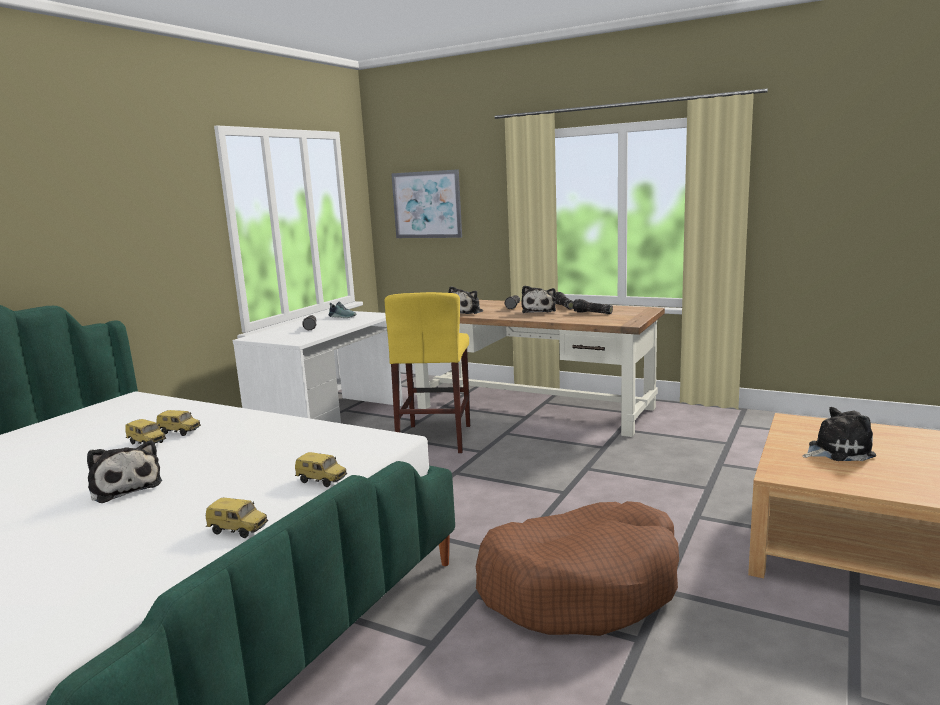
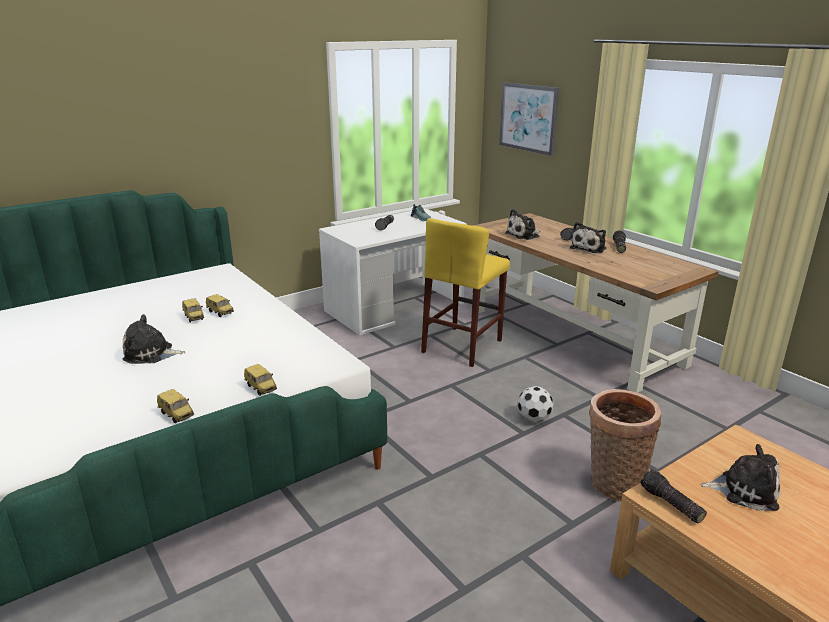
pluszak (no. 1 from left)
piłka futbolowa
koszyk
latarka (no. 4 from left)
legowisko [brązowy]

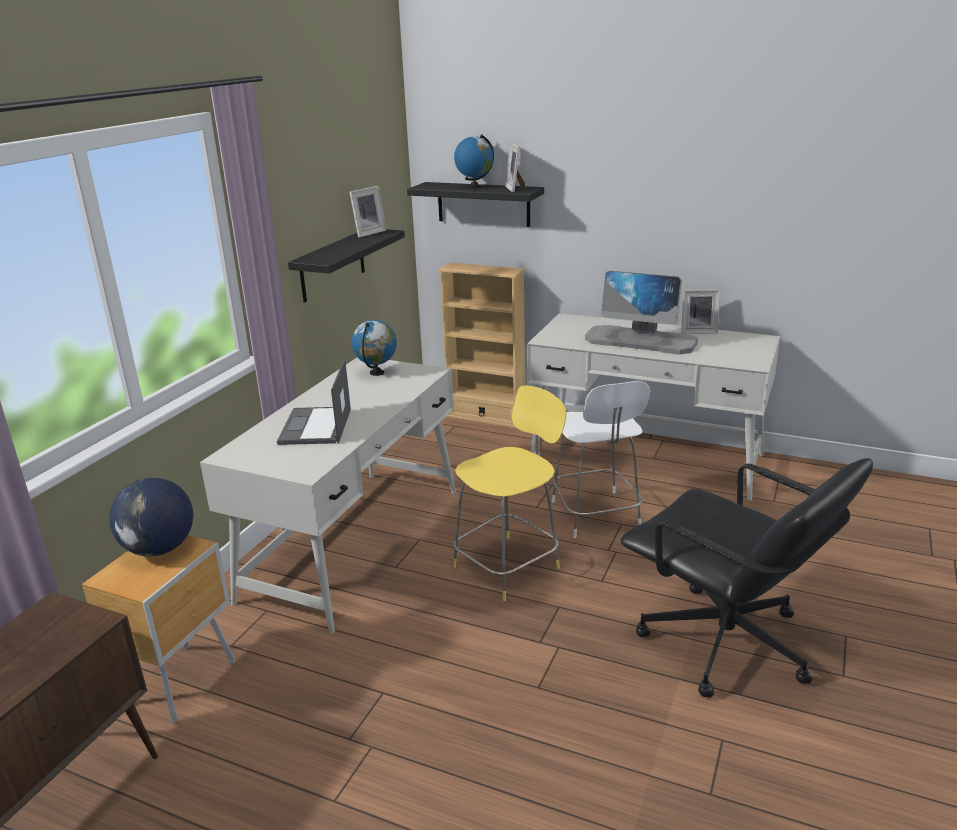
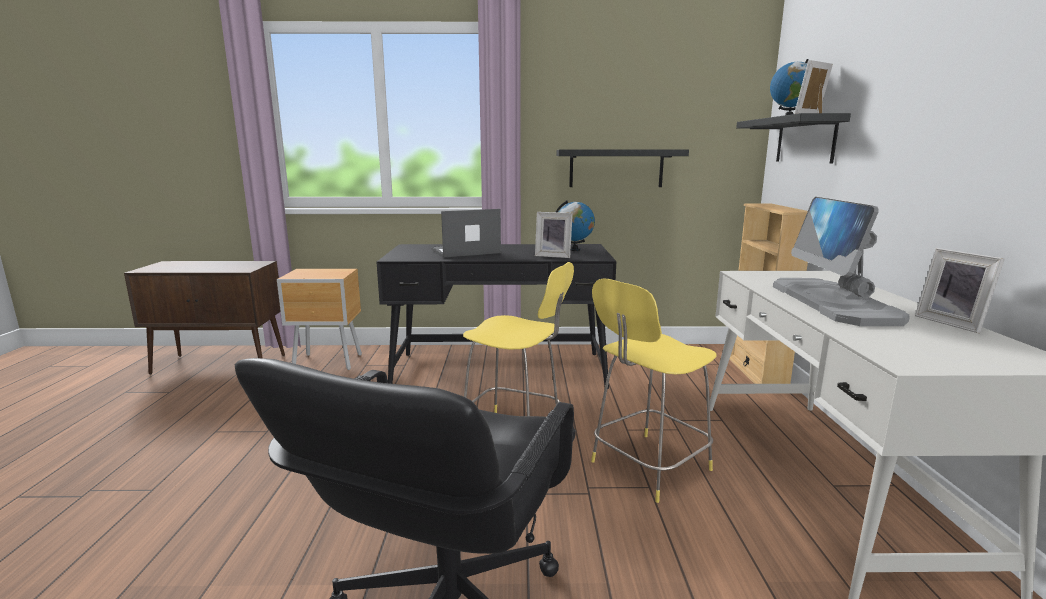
biurko [czarny]
ramka na zdjęcie (no. 1 from left)
stołek [żółty] (no. 2 from left)
globus (no. 1 from left in the first image)

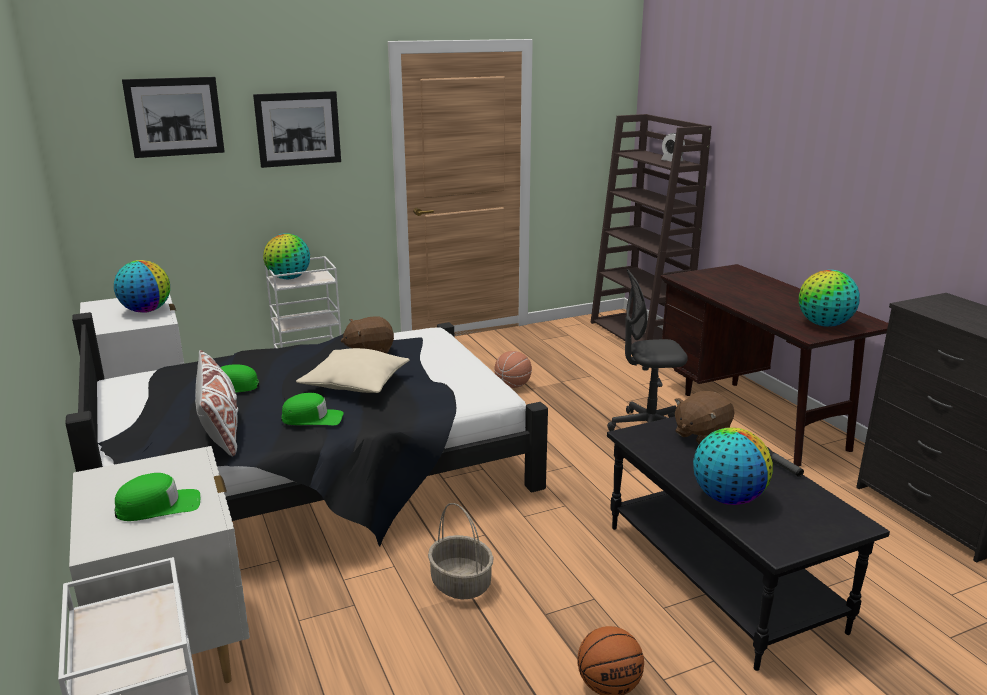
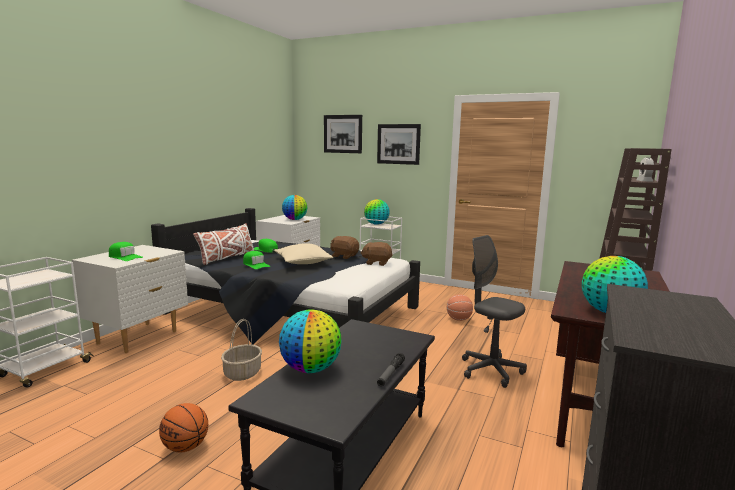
pluszak [brązowy] (no. 2 from left)

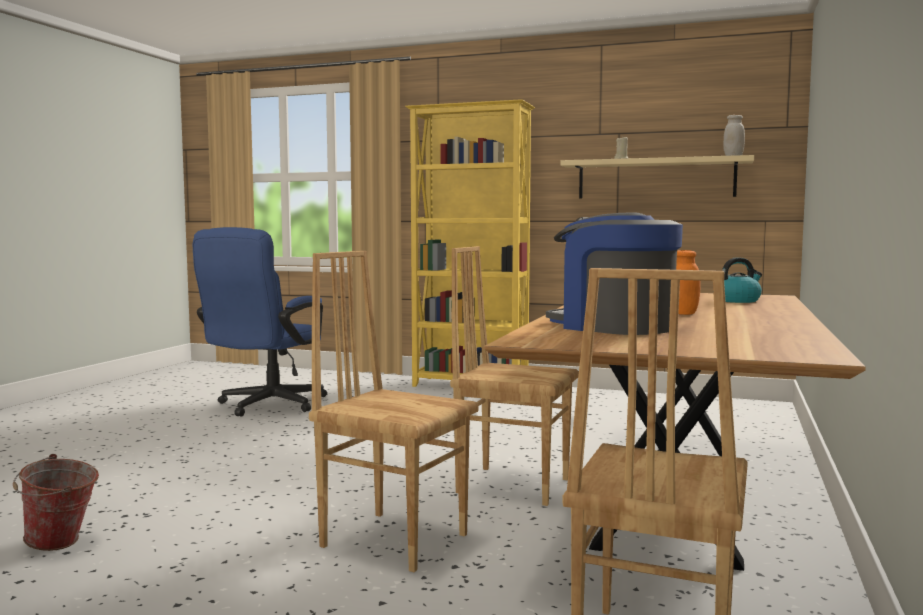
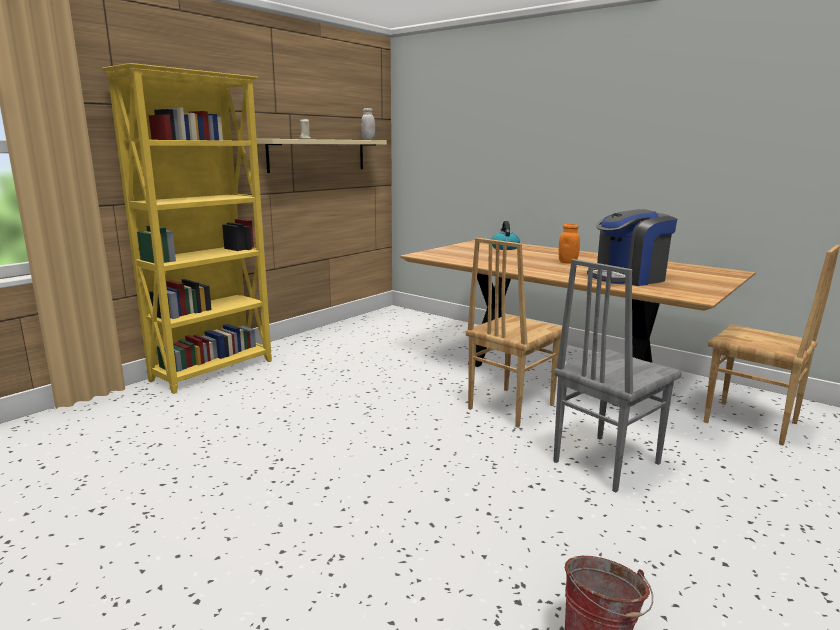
krzesło [szary]
krzesło biurowe [niebieski]

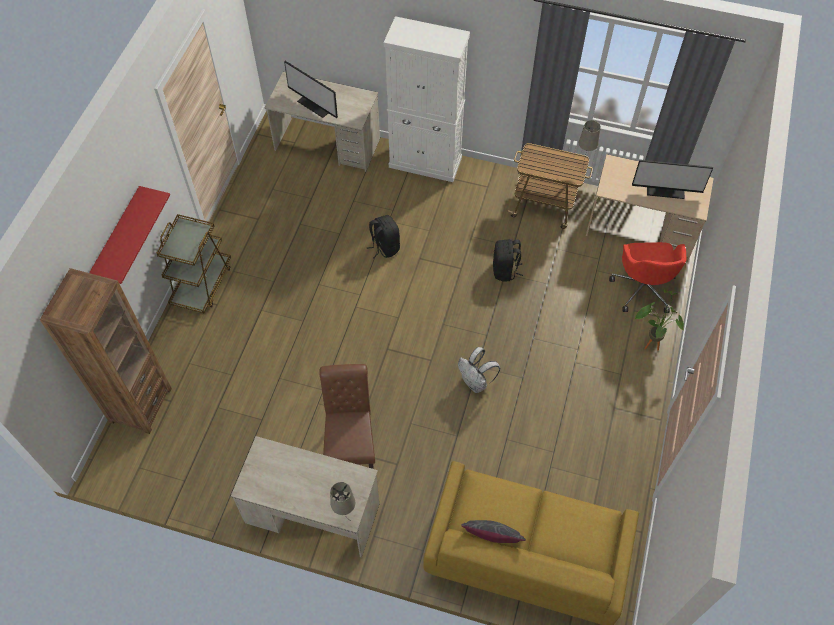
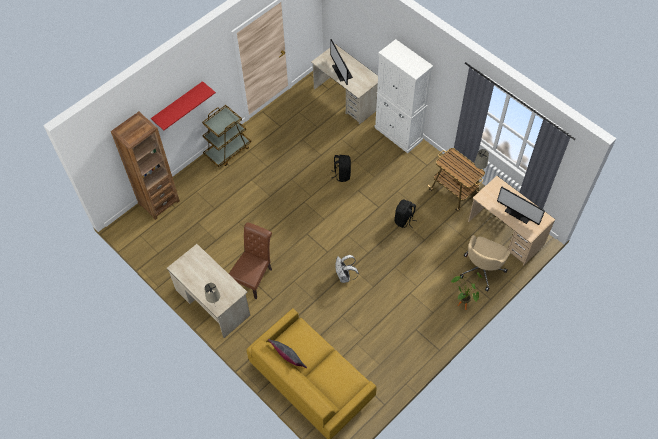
krzesło biurowe [beżowy]

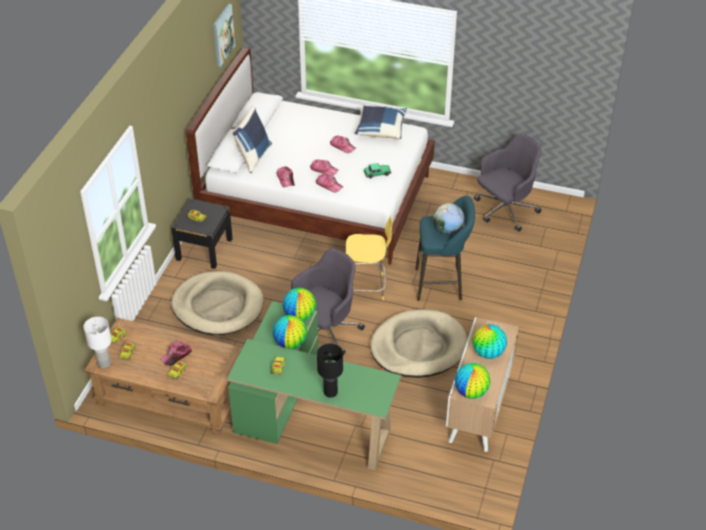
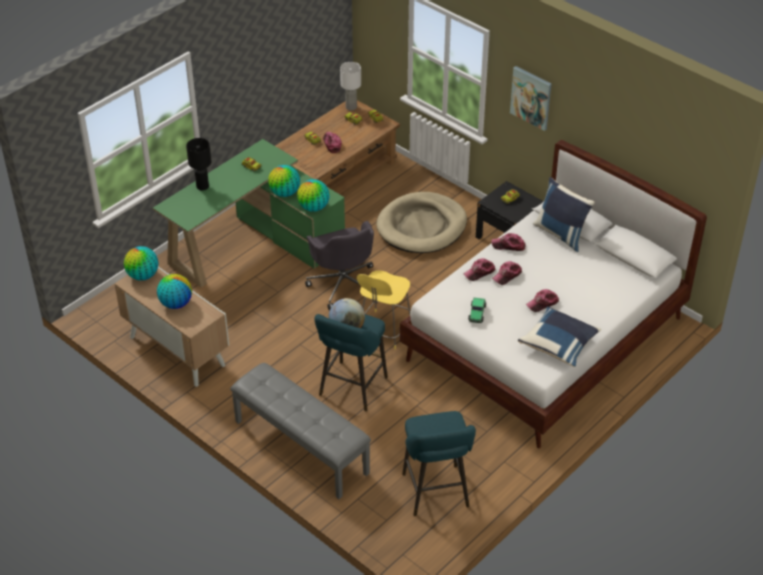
ławka [szary]
stołek [turkusowy] (no. 2 from left)
obraz
legowisko [beżowy] (no. 2 from left in the first image)

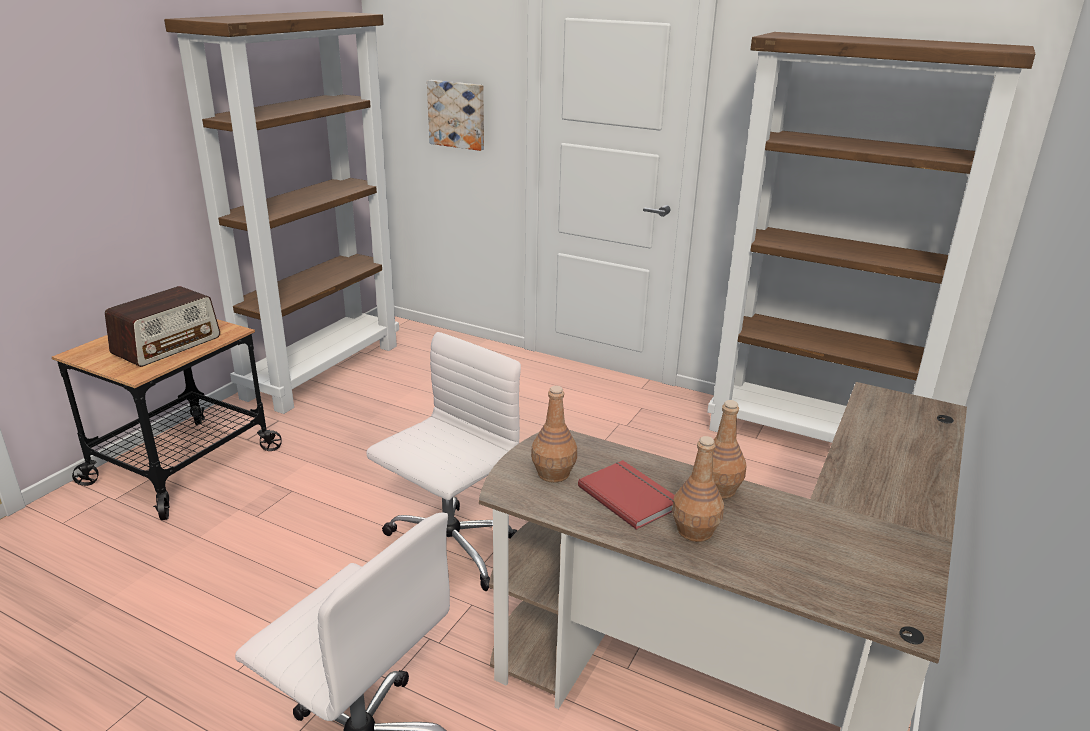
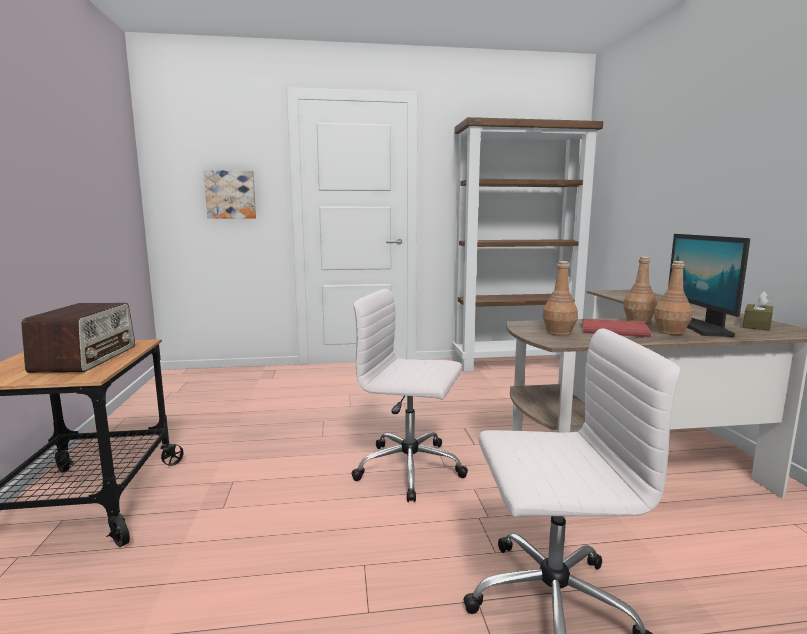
krzesło biurowe [biały] (no. 1 from left)
monitor
pudełko chusteczek [brązowy]
regał [brązowy] (no. 1 from left in the first image)

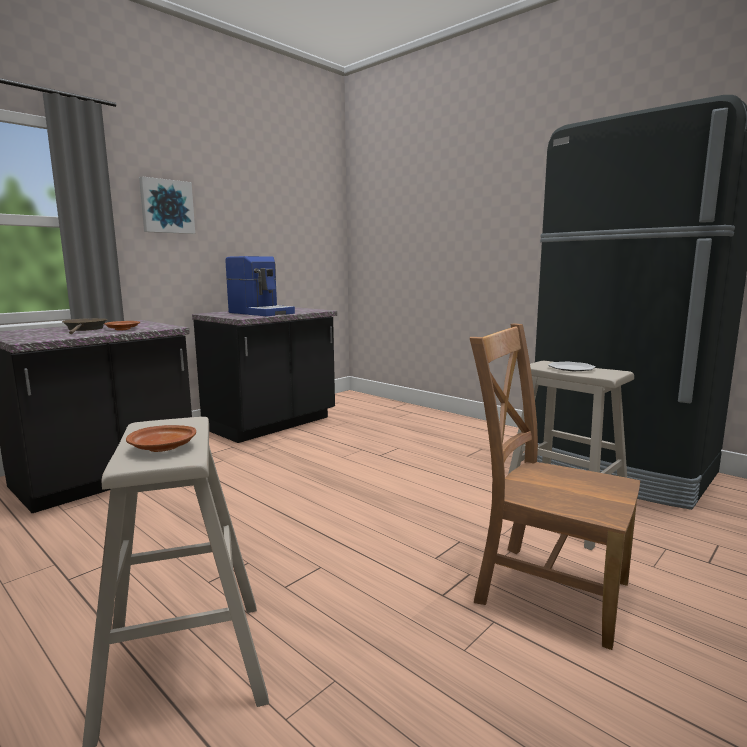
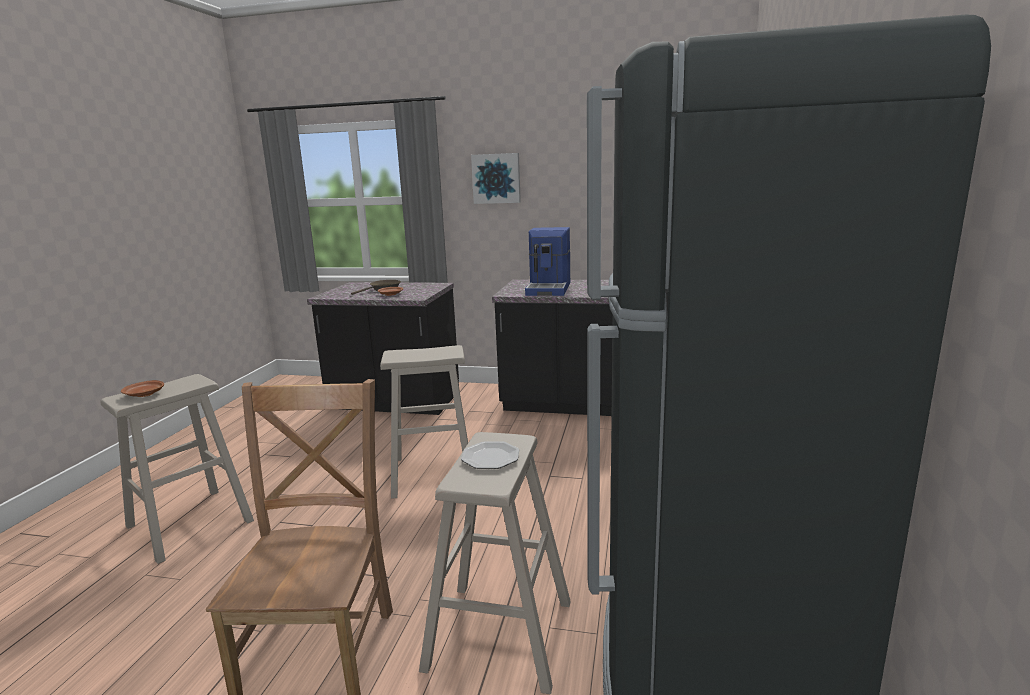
stołek [beżowy] (no. 2 from left)

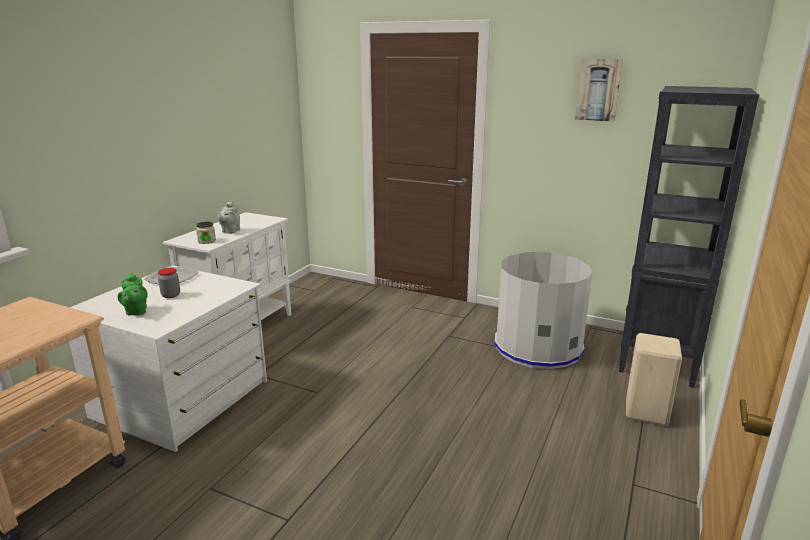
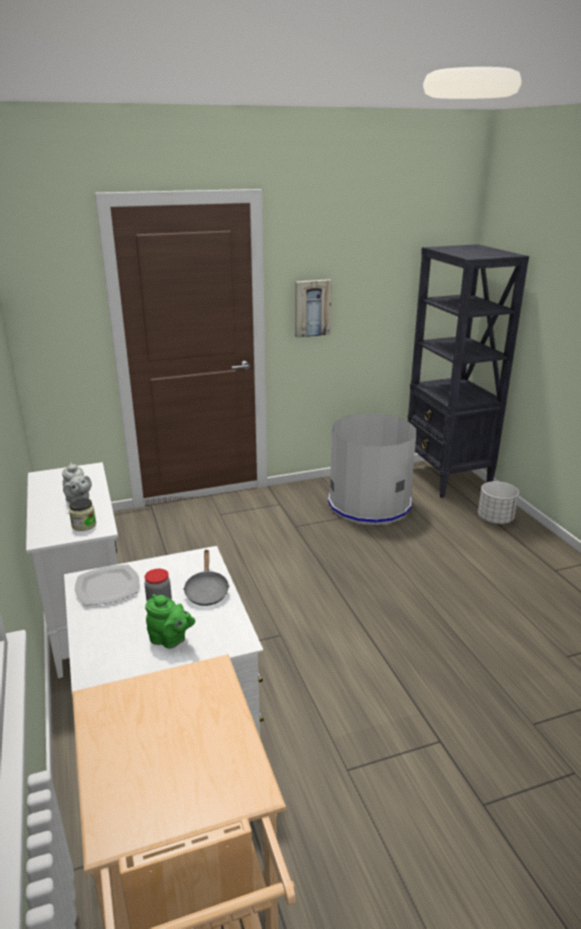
patelnia [szary]
obraz
donica [biały]

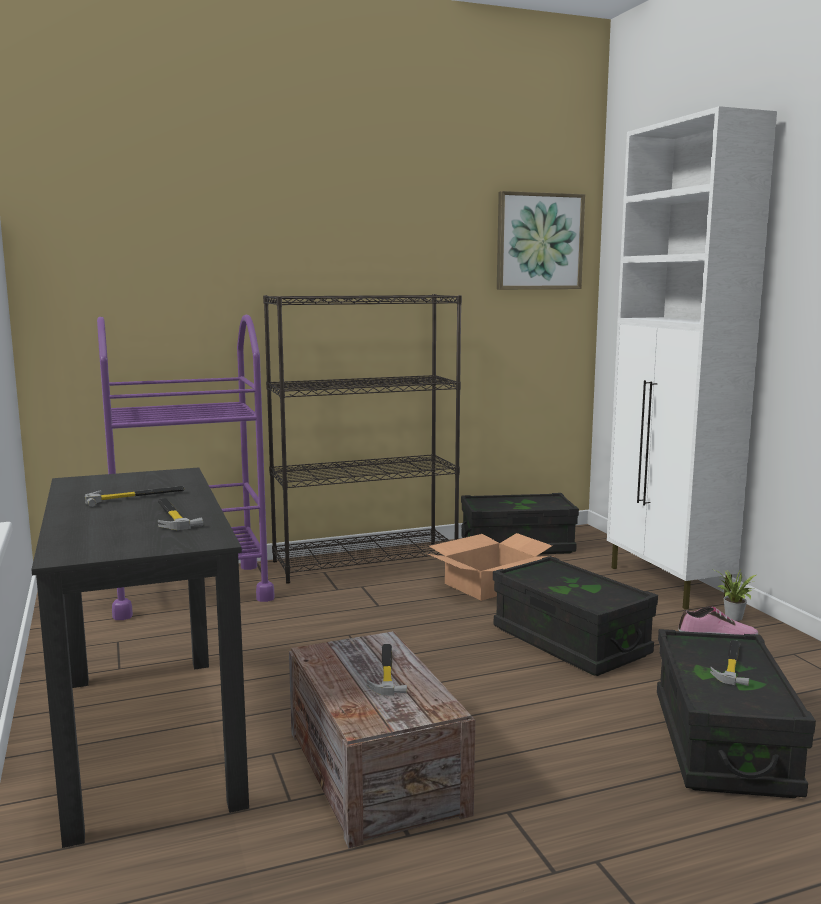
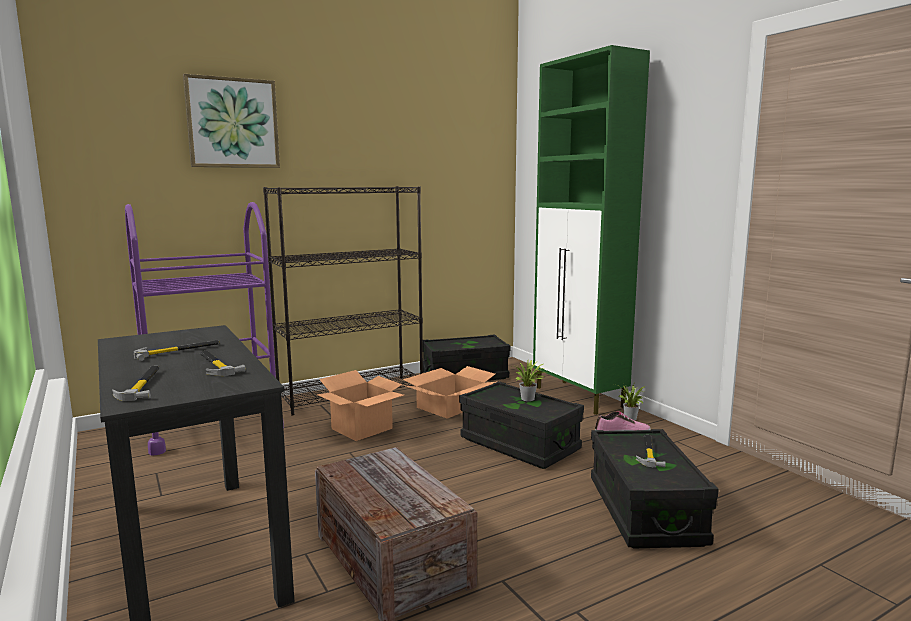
młotek (no. 1 from left)
obraz
karton (no. 1 from left)
roślina doniczkowa (no. 1 from left)
szafka [zielony]

